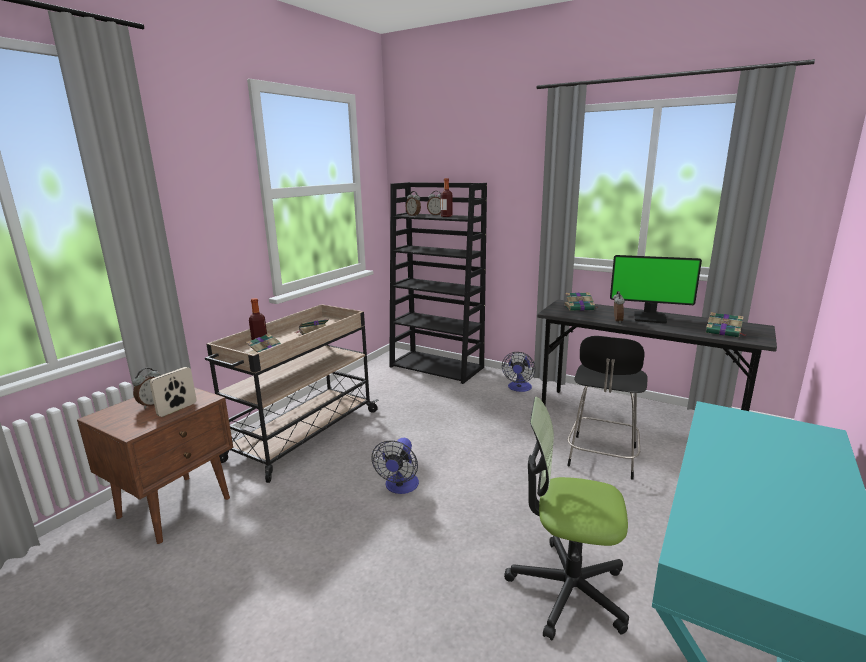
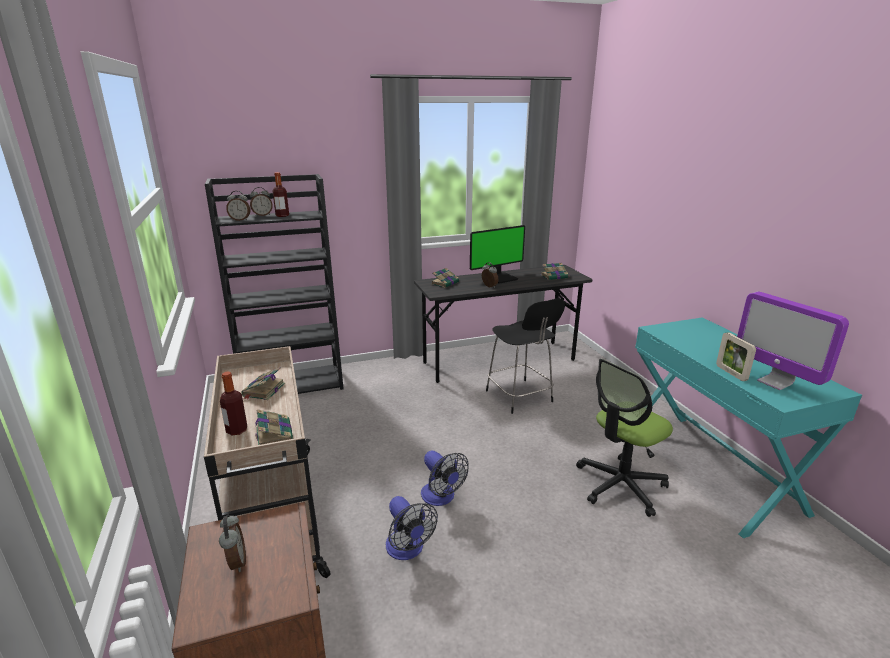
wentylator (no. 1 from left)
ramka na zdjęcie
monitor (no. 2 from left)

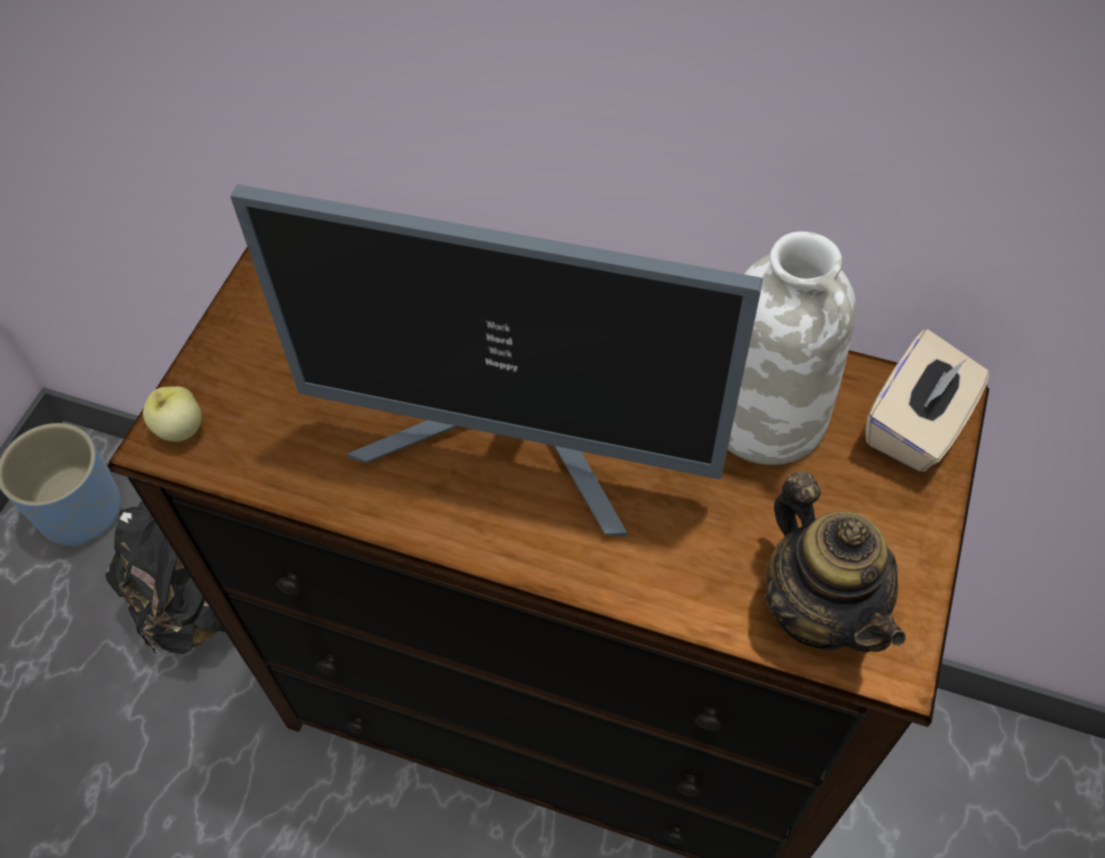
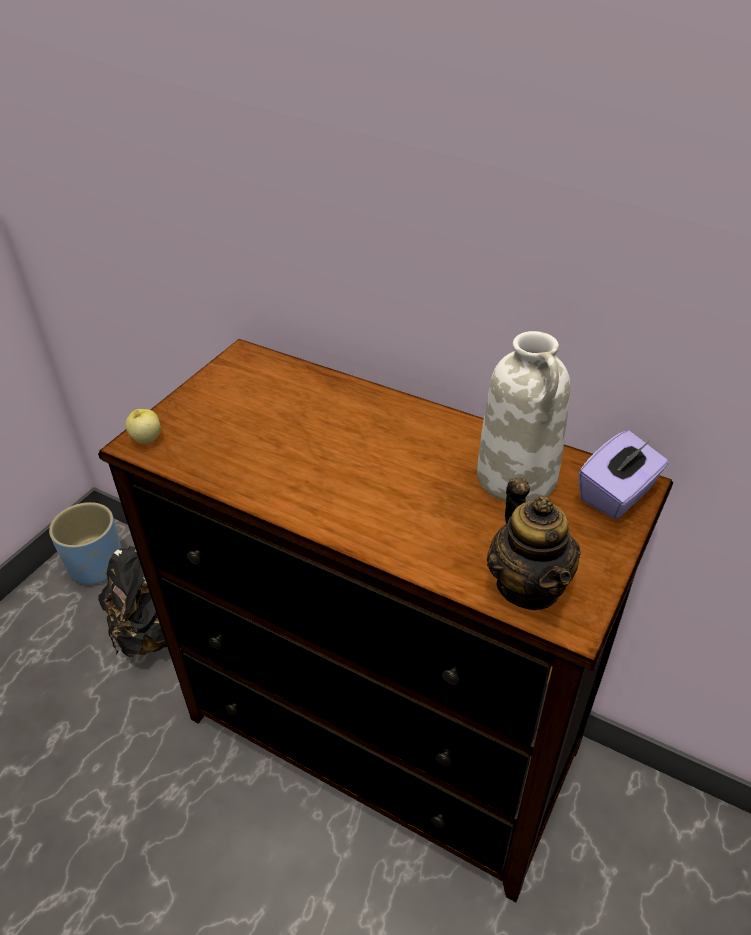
pudełko chusteczek [fioletowy]
monitor

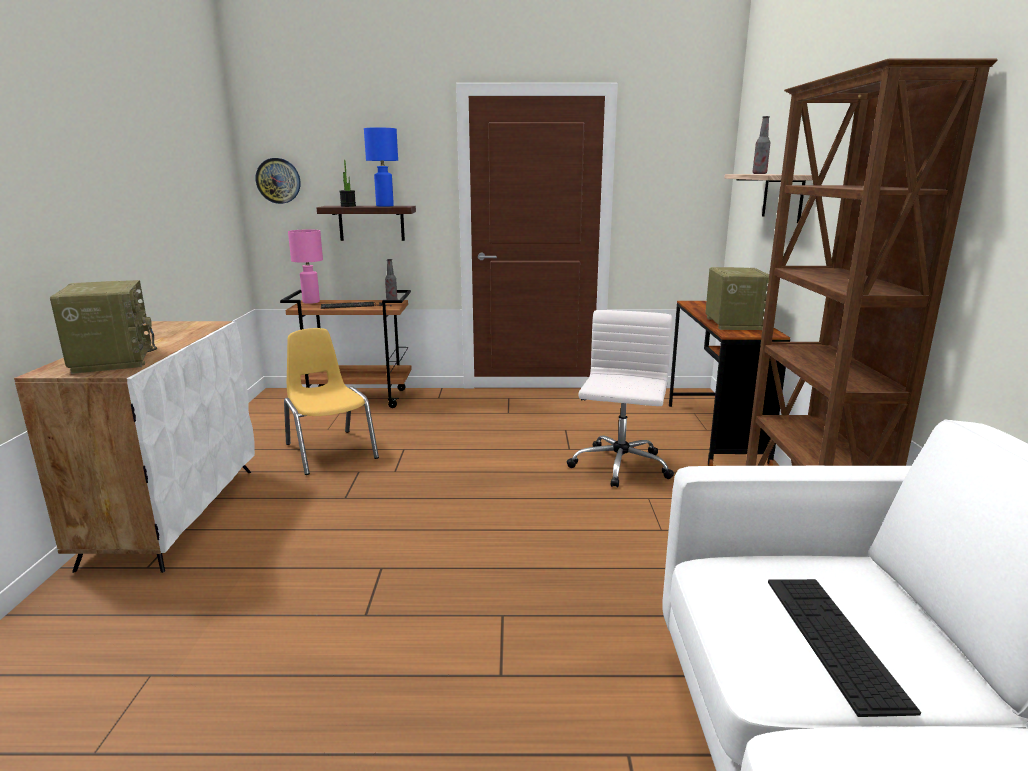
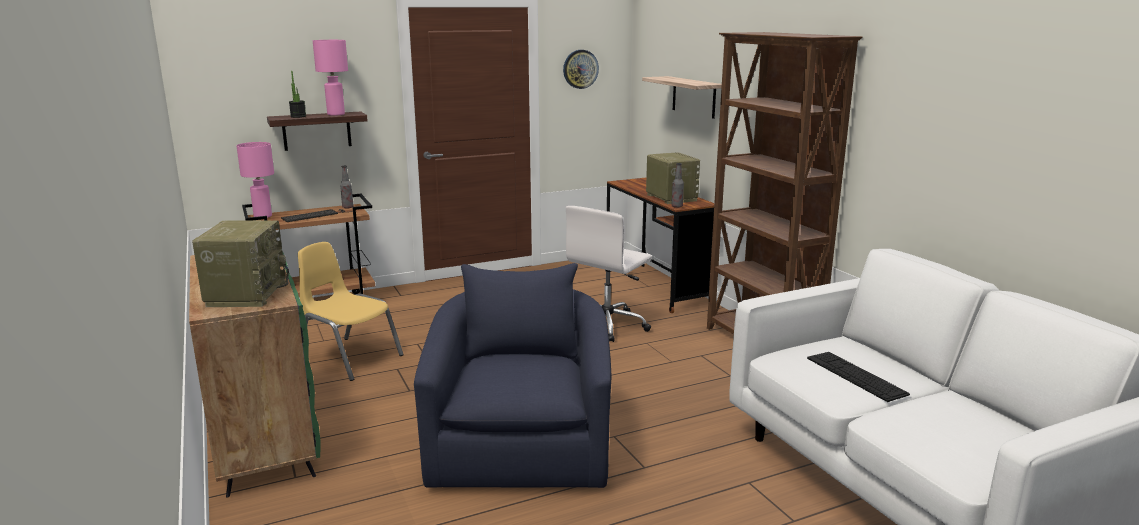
szafka [zielony]
radio (no. 1 from left)
lampa stołowa [różowy] (no. 2 from left)
fotel [niebieski]
zegar ścienny
krzesło biurowe [biały]
butelka (no. 2 from left)

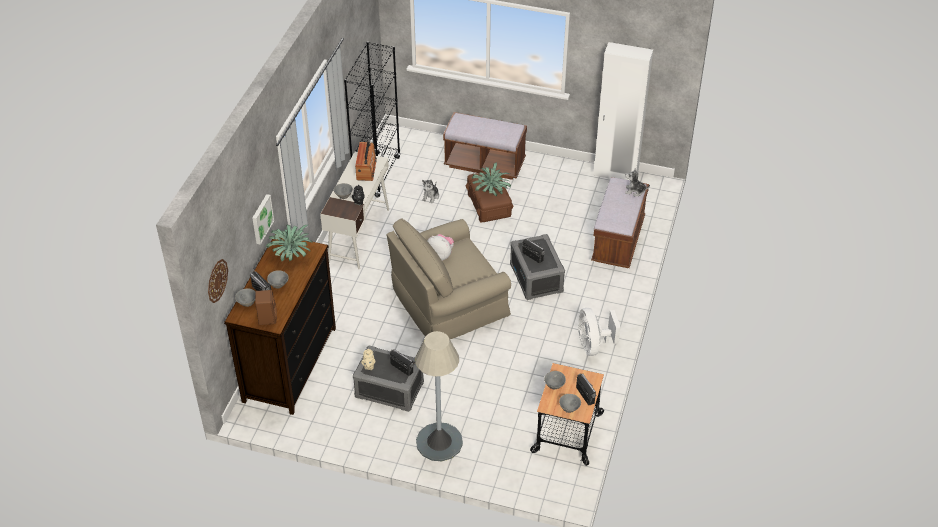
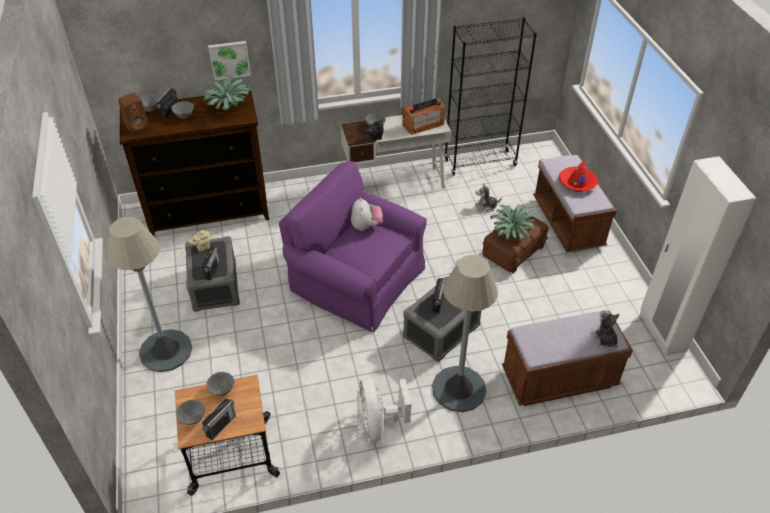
fotel [fioletowy]
wentylator [biały]
lampa stojąca [szary] (no. 2 from left)
kapelusz [czerwony]
zegar ścienny

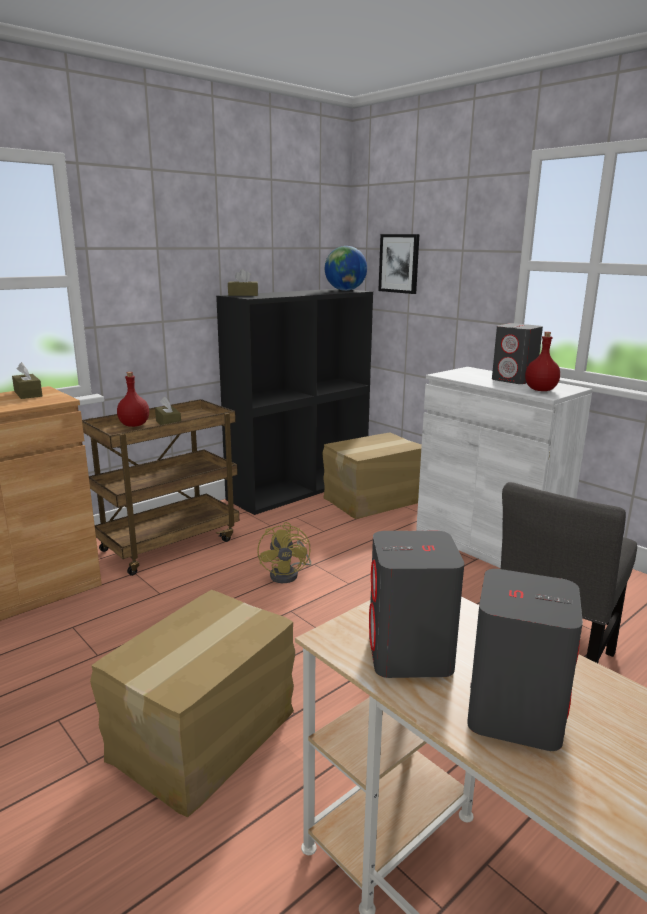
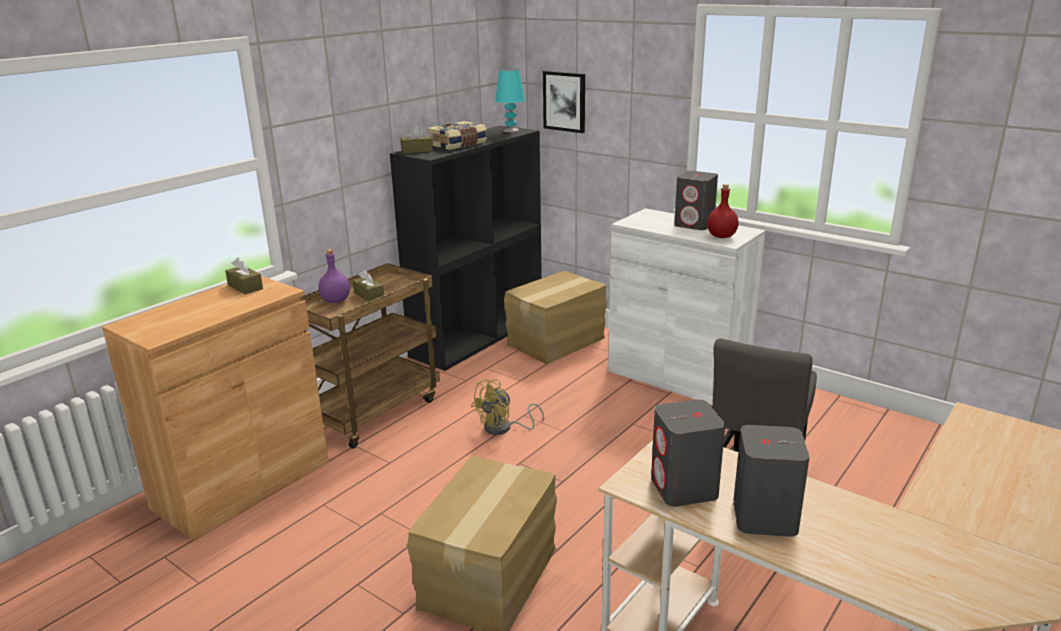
butelka [fioletowy]
książka
wentylator [żółty]
lampa stołowa [turkusowy]

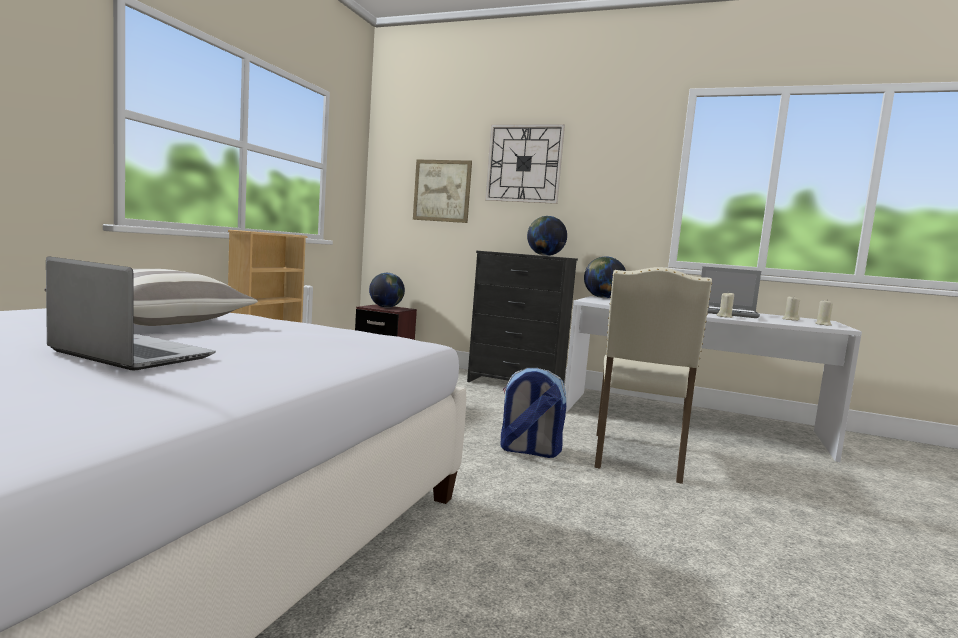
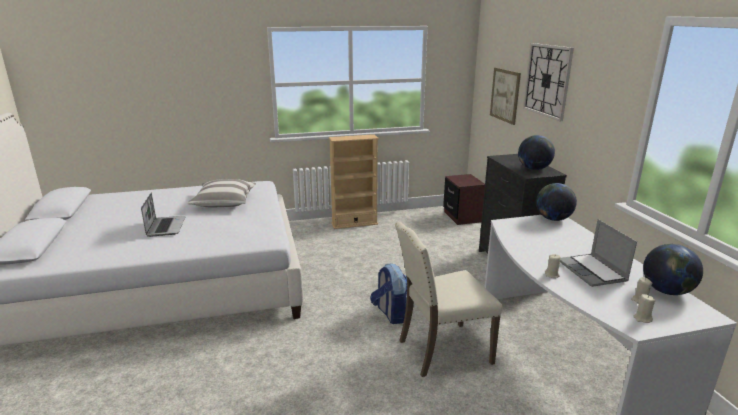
globus (no. 3 from left)

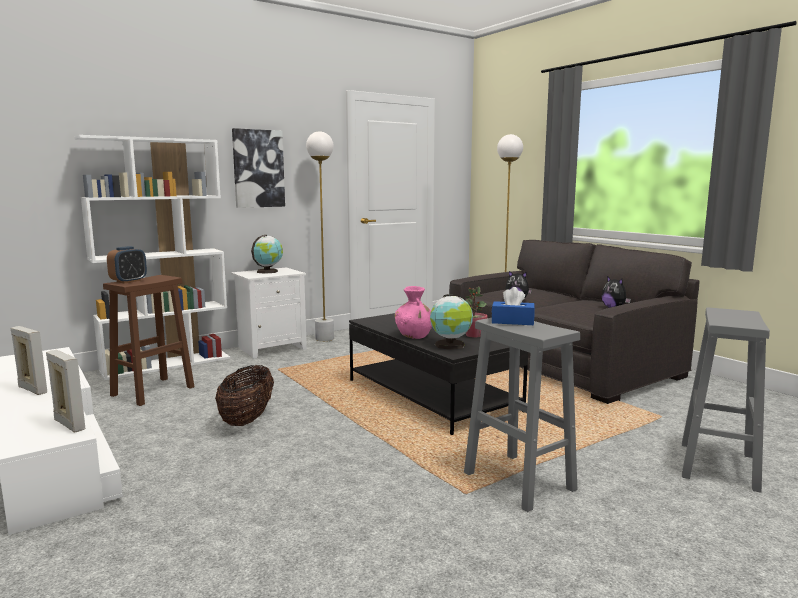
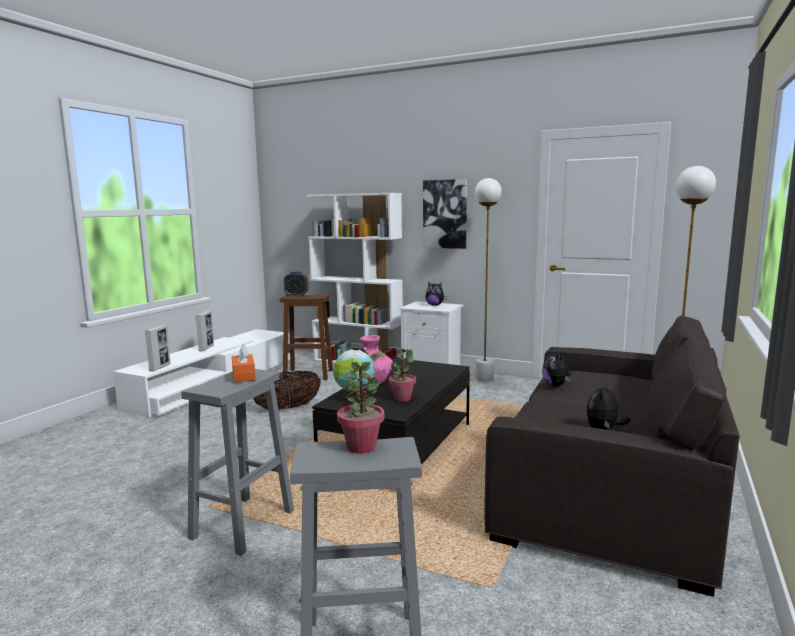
pudełko chusteczek [pomarańczowy]
roślina doniczkowa (no. 1 from left)
pluszak (no. 1 from left)

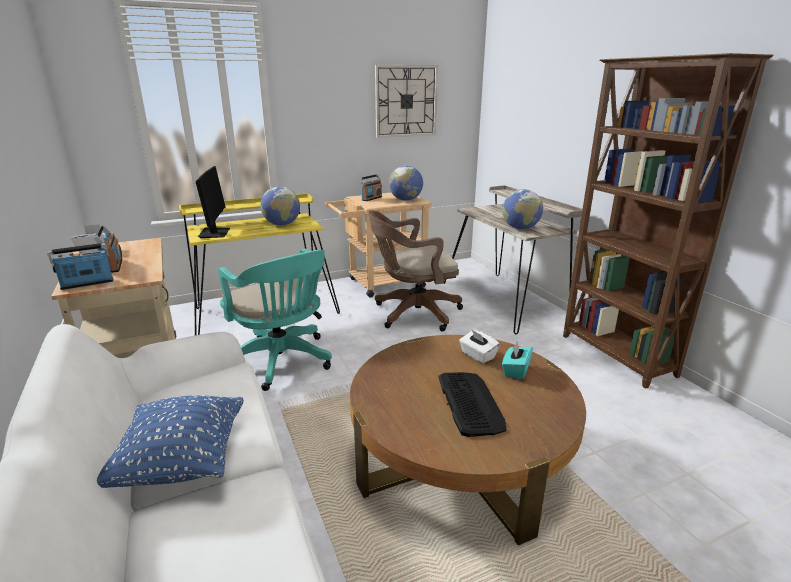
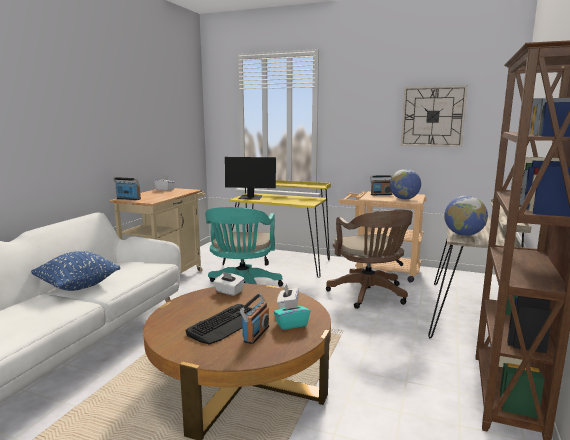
pudełko chusteczek [biały] (no. 2 from left)
monitor
radio (no. 2 from left)
krzesło biurowe [brązowy]
globus (no. 1 from left in the first image)

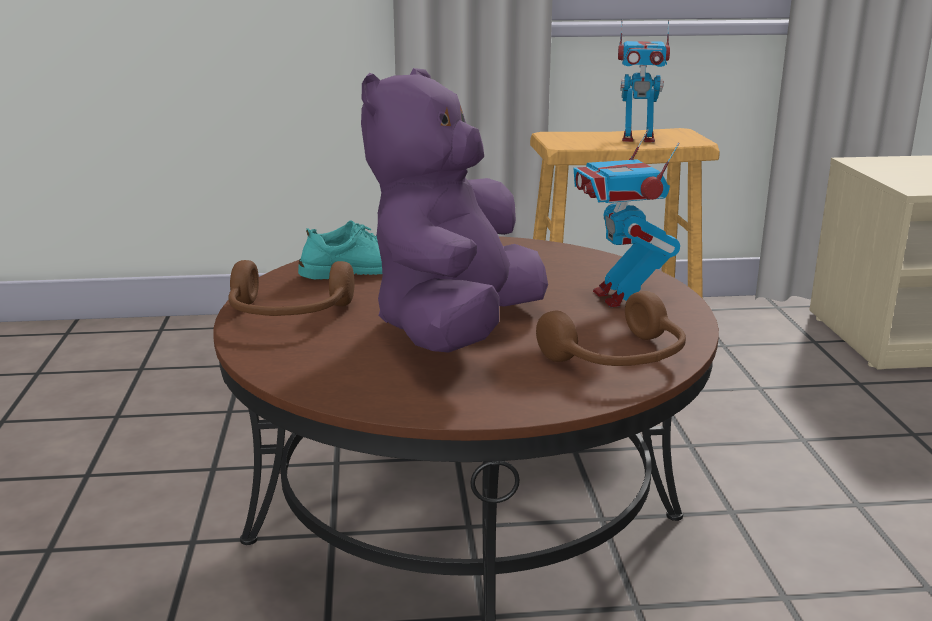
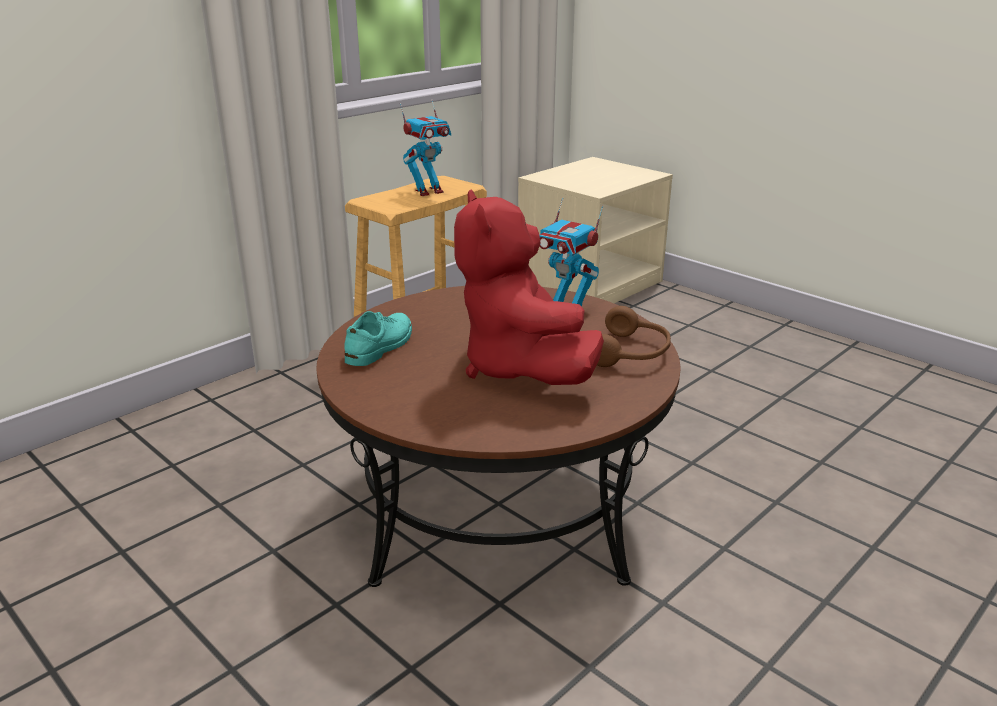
pluszak [czerwony]
słuchawki [brązowy] (no. 1 from left in the first image)

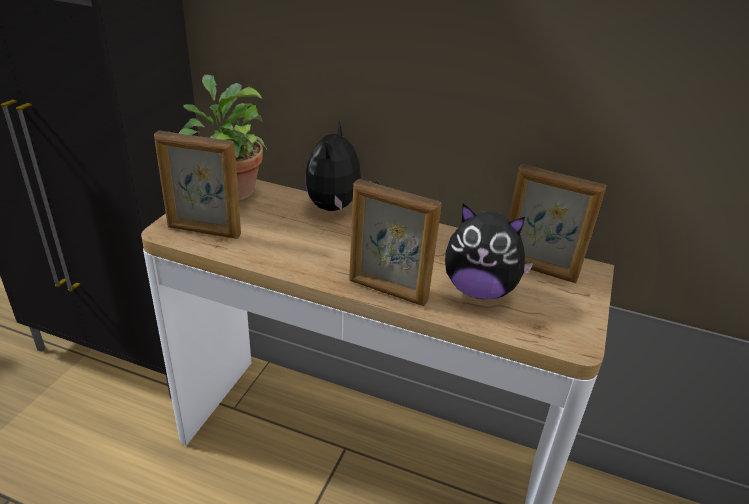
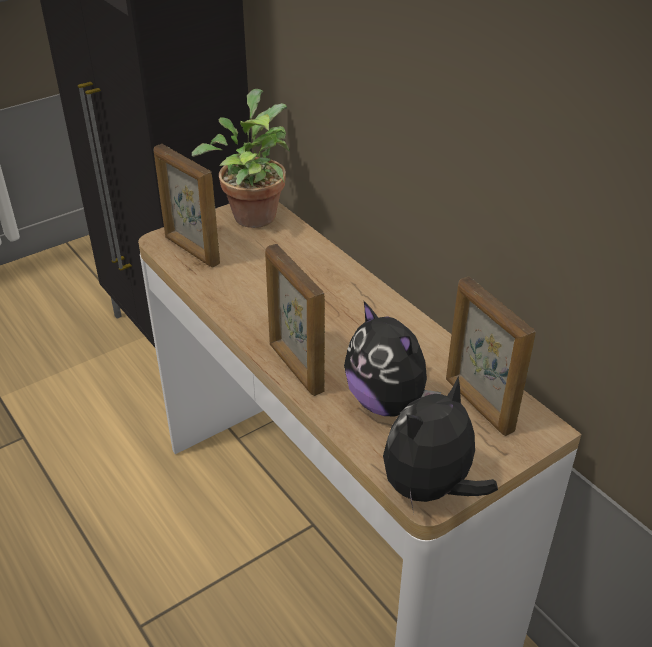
pluszak (no. 2 from left)

